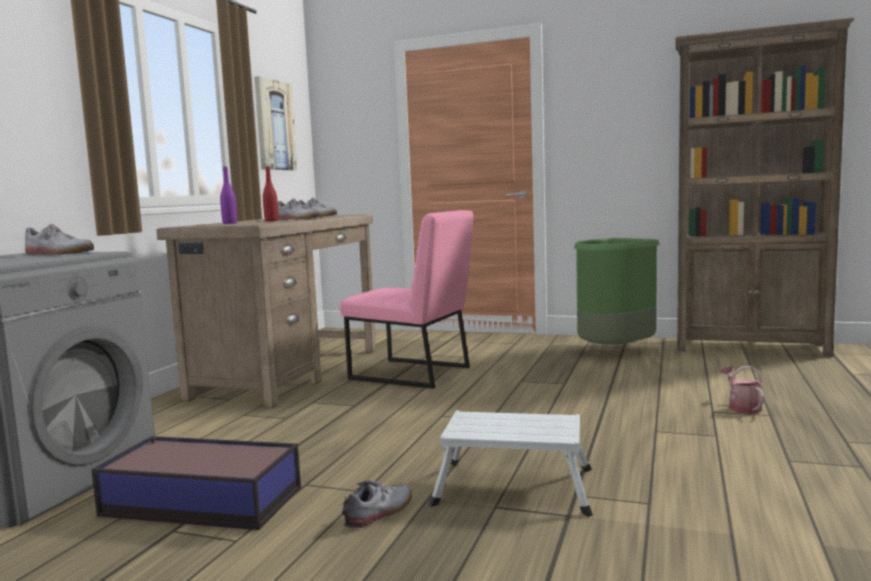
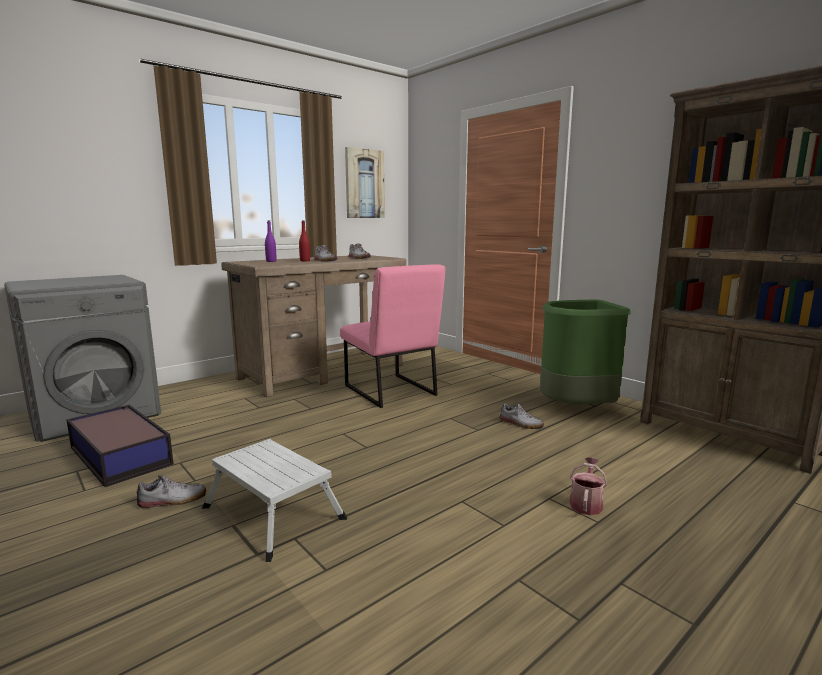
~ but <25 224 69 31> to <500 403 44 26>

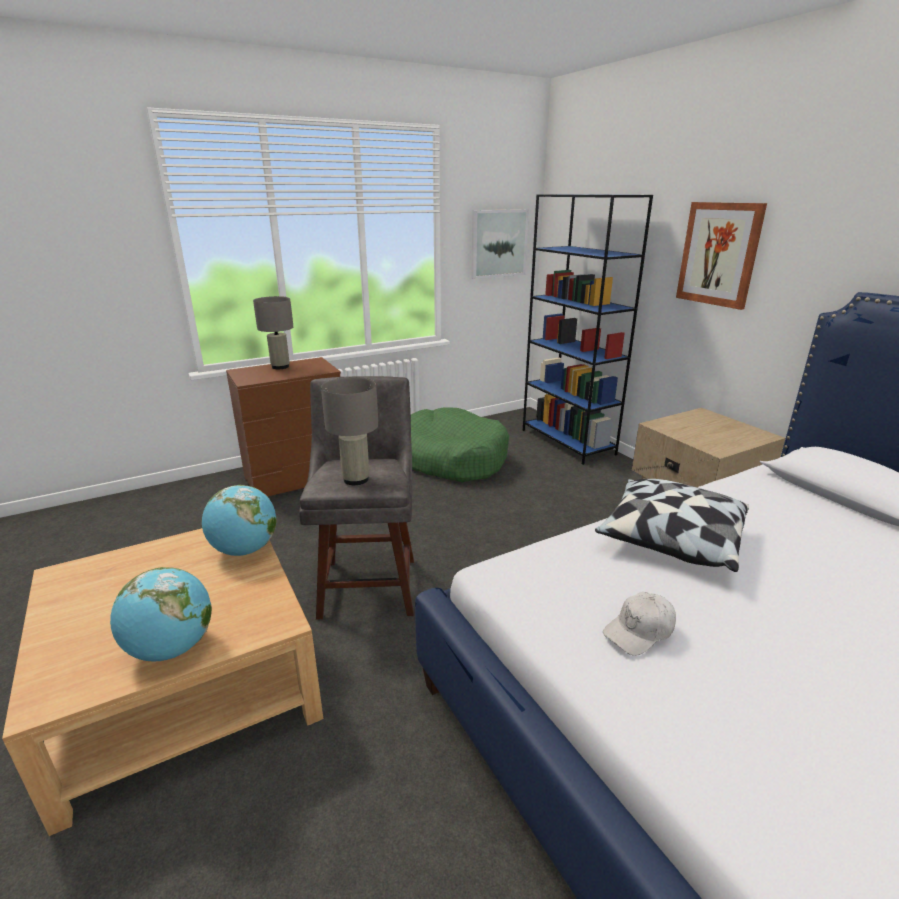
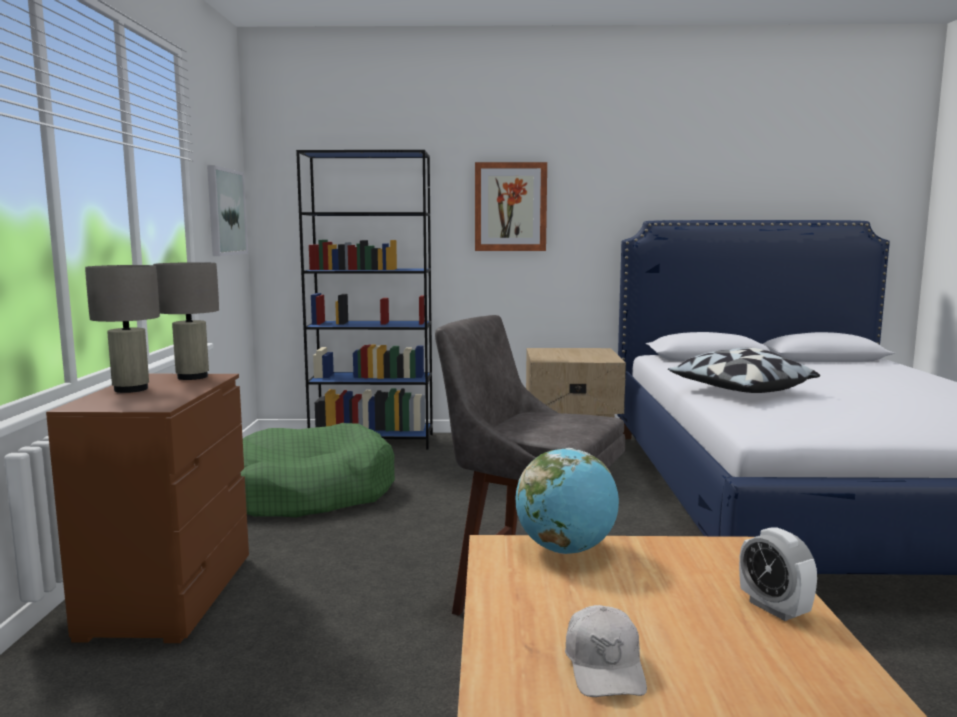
~ lampa stołowa/szary <321 377 57 108> to <153 262 66 118>
~ czapka z daszkiem/biały <603 592 73 64> to <565 605 82 92>
~ globus <110 567 102 94> to budzik <739 527 78 94>

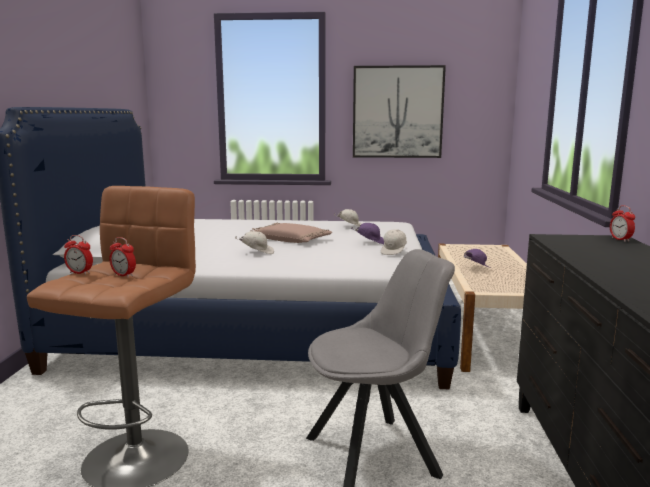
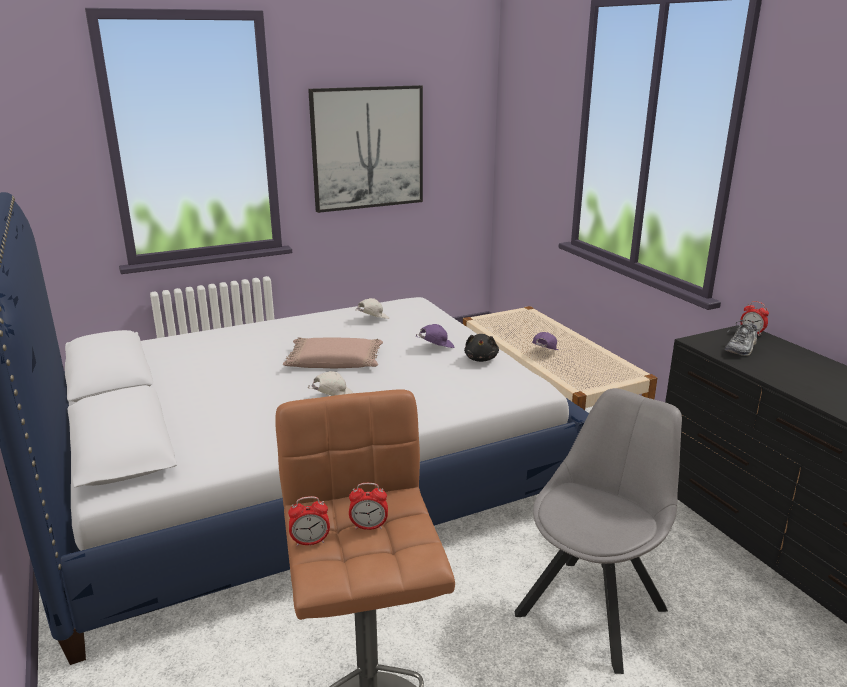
+ but <725 320 35 36>
~ czapka z daszkiem/biały <381 229 26 26> to pluszak/czarny <464 334 35 28>

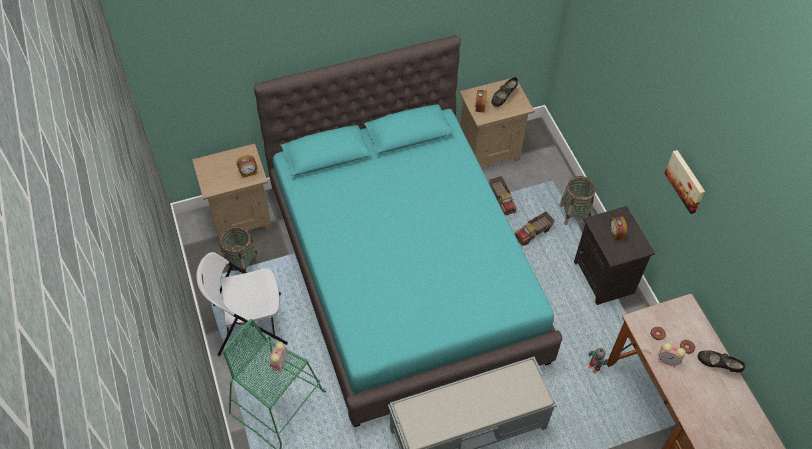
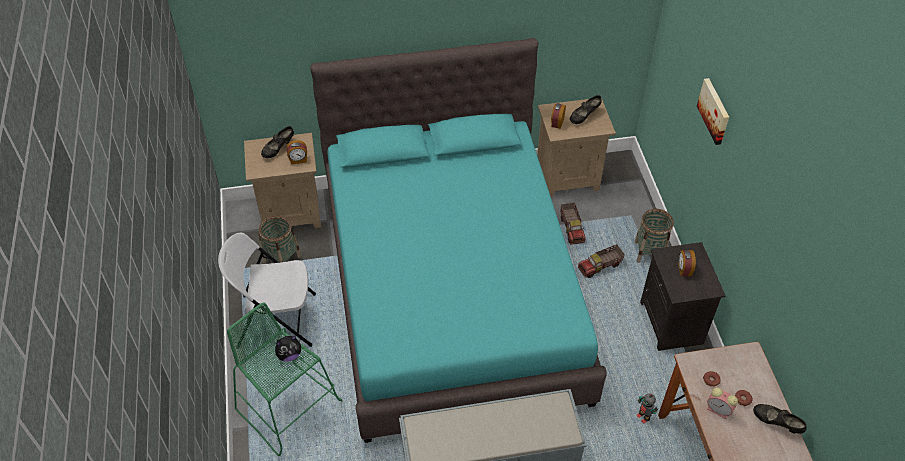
+ but/czarny <261 126 33 32>
~ obraz <664 150 41 64> to <697 78 32 67>
~ budzik <270 342 17 30> to pluszak <275 336 26 26>

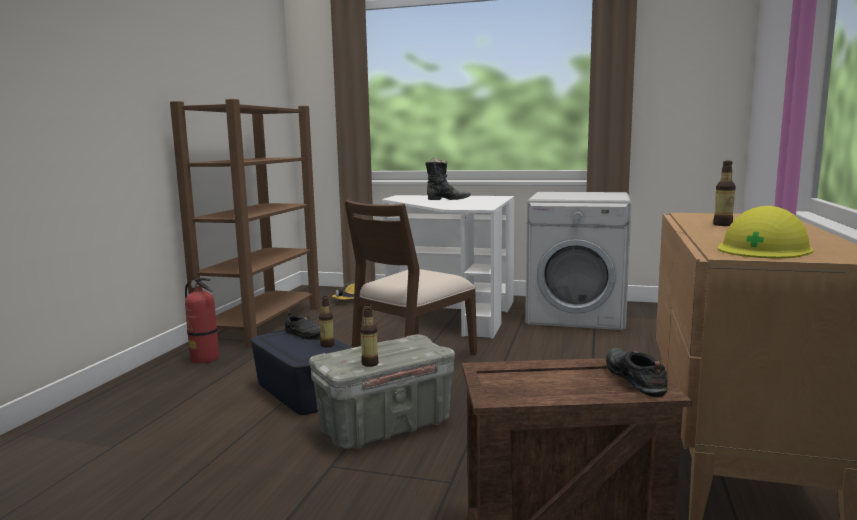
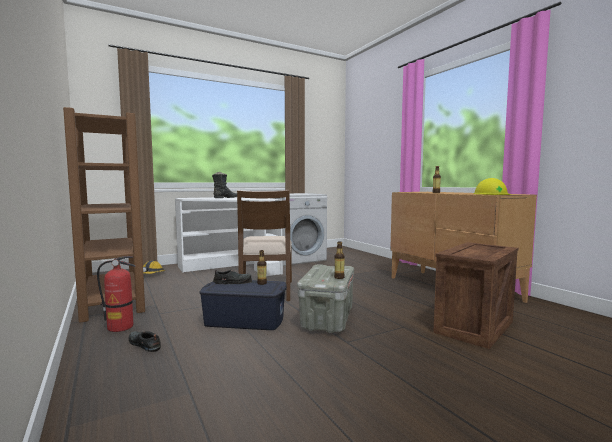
~ but/czarny <606 348 62 49> to <128 331 33 21>

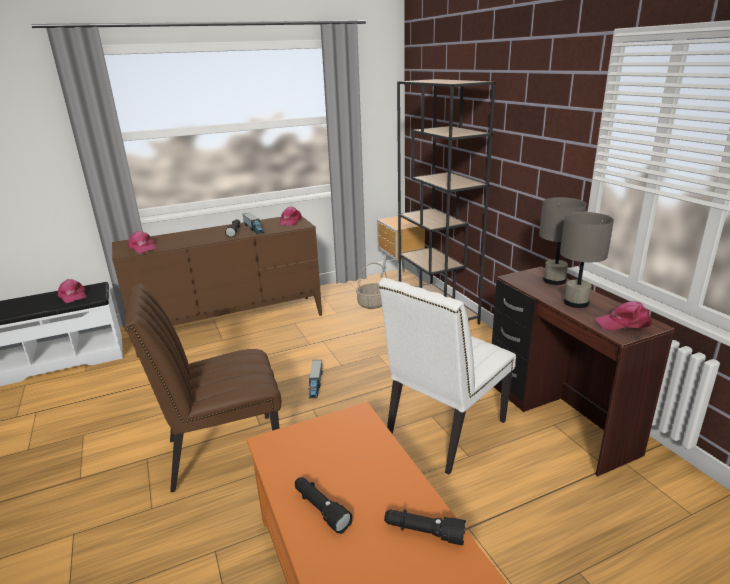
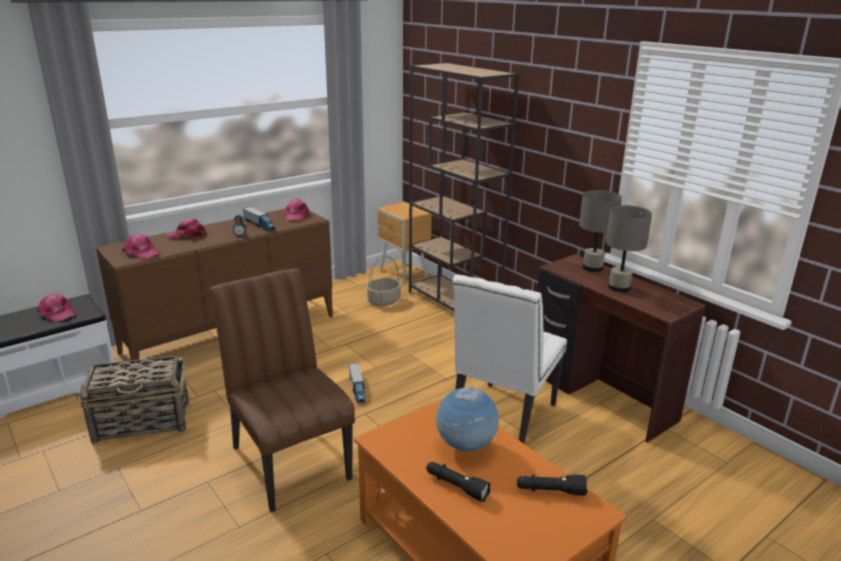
+ koszyk <78 355 111 89>
+ globus <436 386 63 65>
~ czapka z daszkiem/różowy <595 302 57 29> to <166 219 41 20>
~ krzesło/brązowy <125 283 157 209> = <209 269 146 243> 90 degrees clockwise

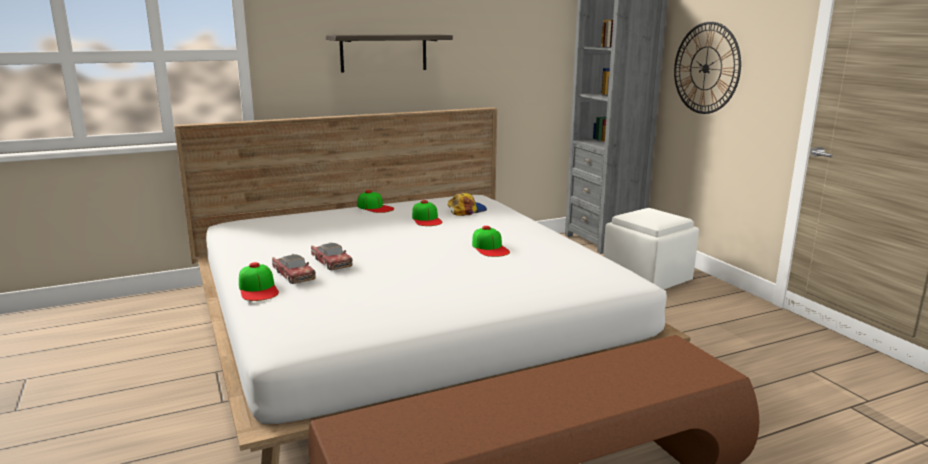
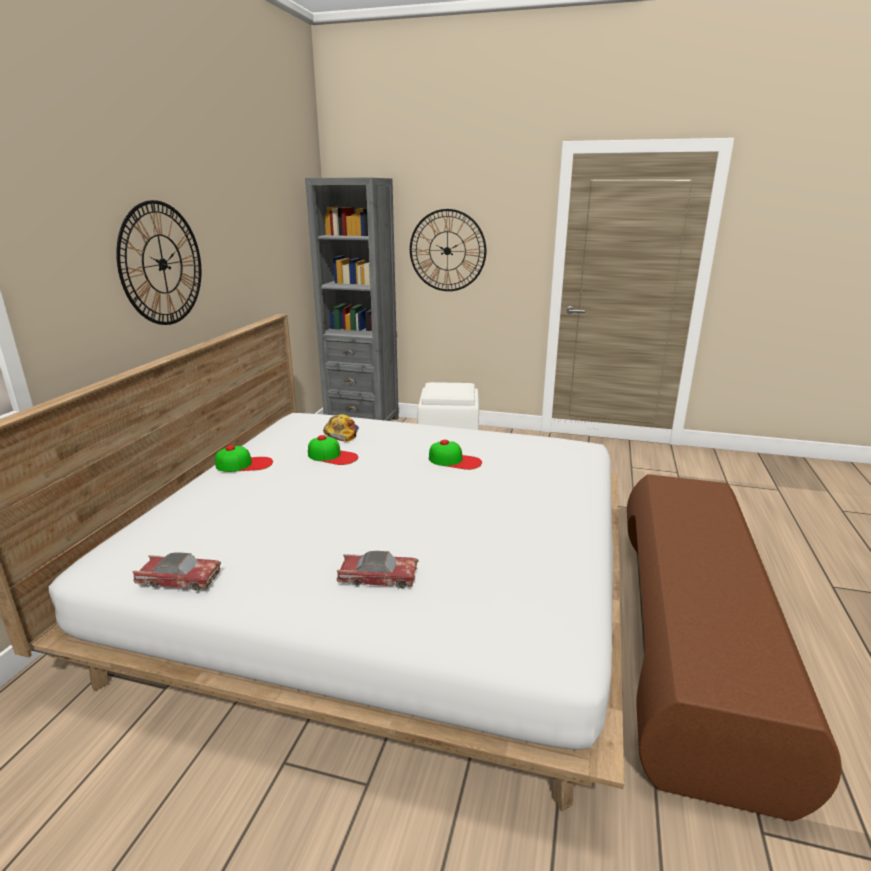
- czapka z daszkiem <239 262 40 39>
~ samochodzik <311 242 42 28> to <132 552 89 39>
~ półka <326 34 127 38> to zegar ścienny <116 200 85 125>

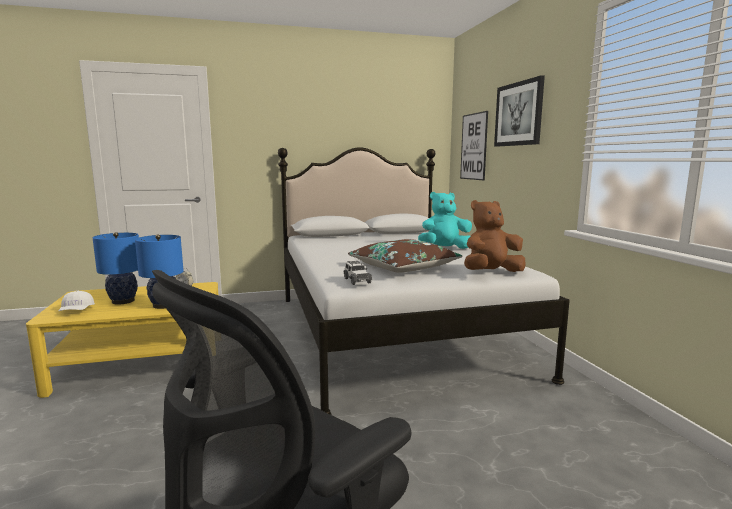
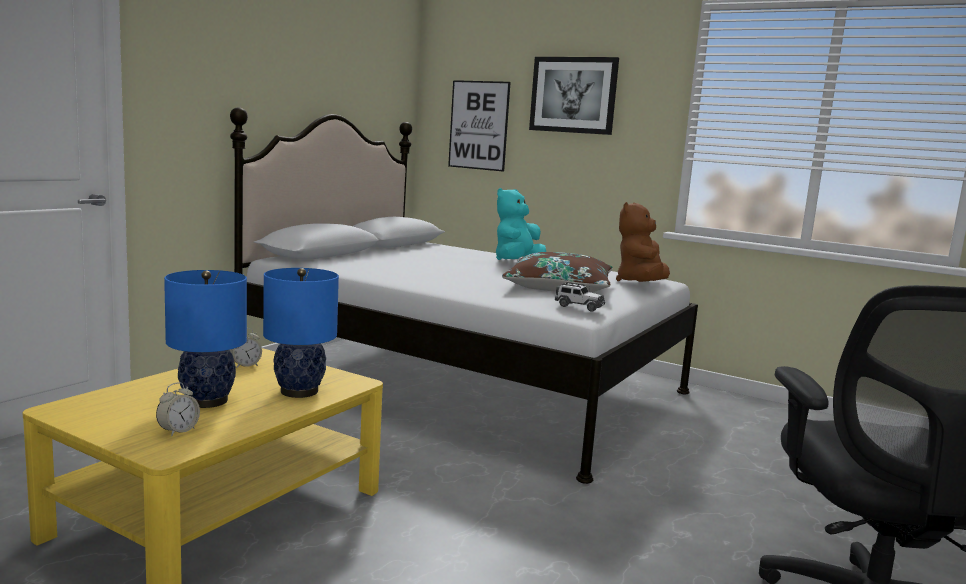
~ czapka z daszkiem/biały <58 291 37 20> to budzik <156 383 44 53>

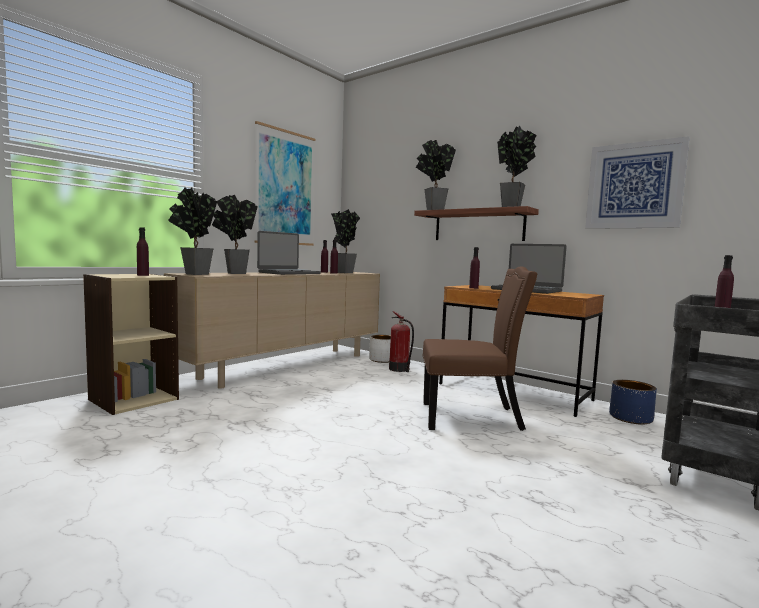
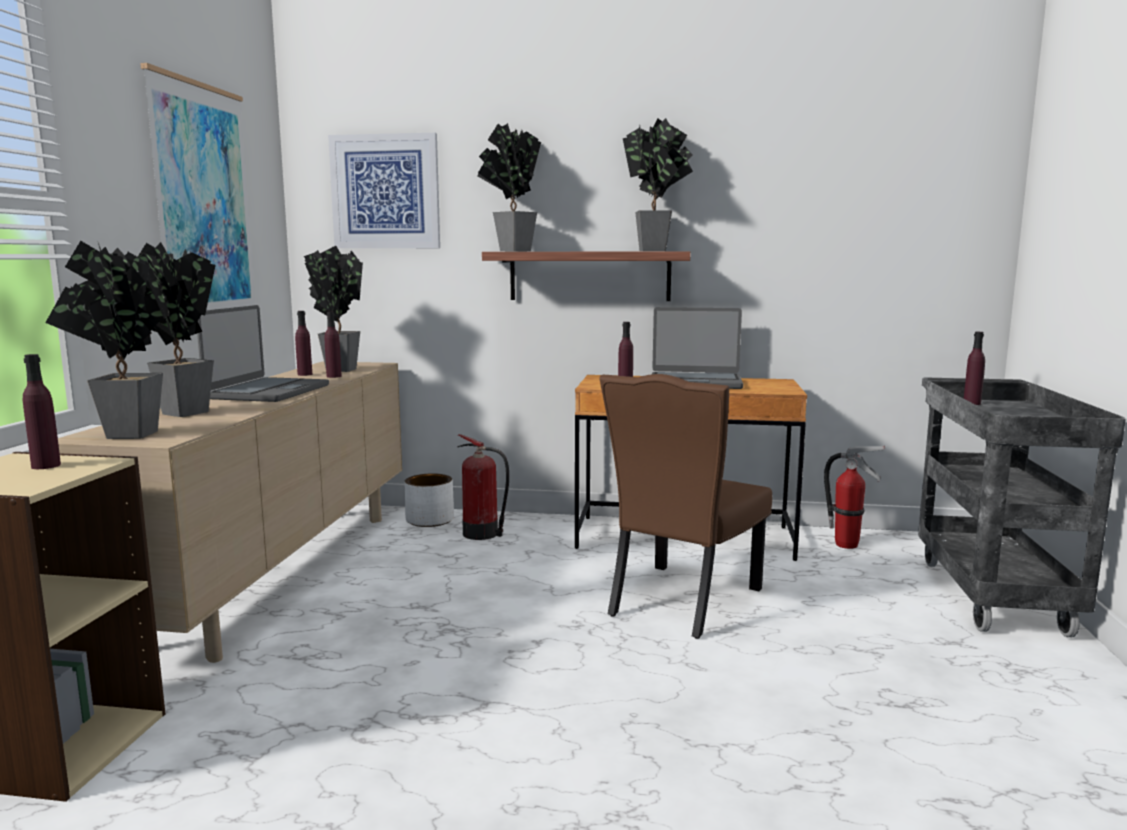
~ obraz <585 136 105 93> to <328 133 112 115>
~ donica/niebieski <609 380 48 45> to gaśnica <824 446 61 103>
~ krzesło/brązowy <422 266 115 165> = <599 374 173 265> 150 degrees clockwise

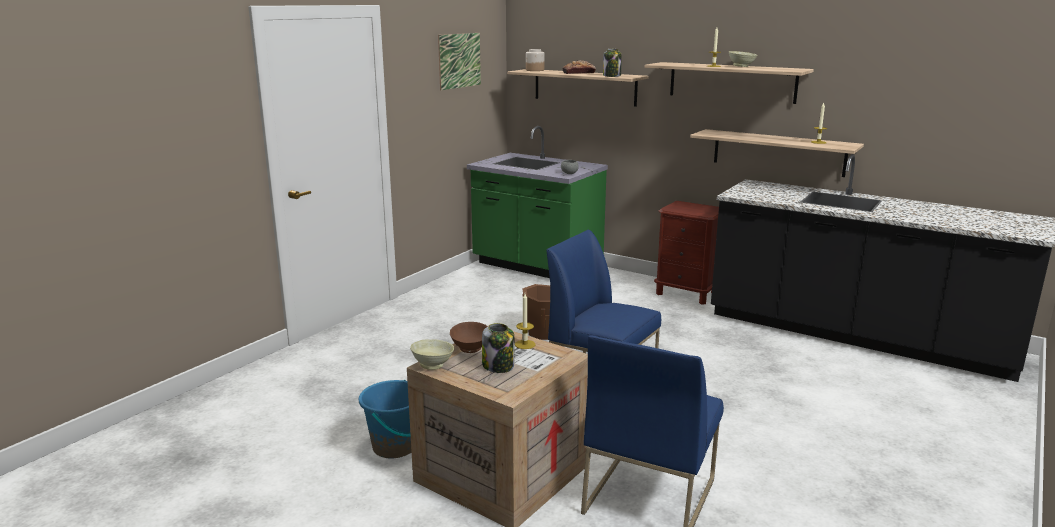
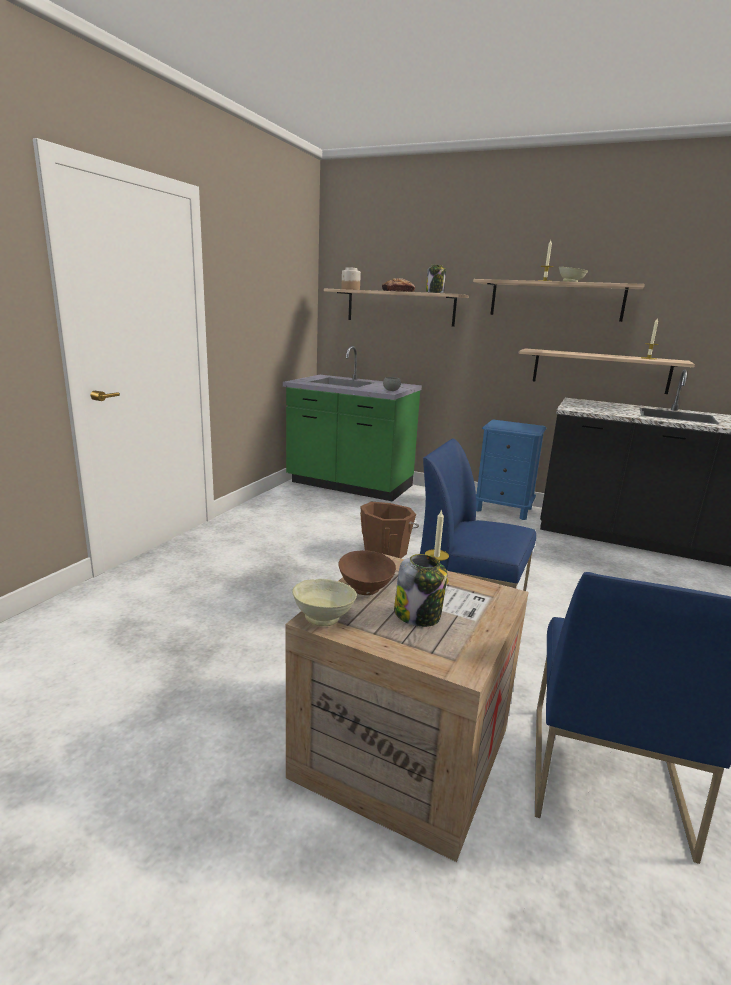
- wiadro/niebieski <359 380 53 78>
- obraz <438 33 43 57>
~ szafka nocna/brązowy <654 201 65 104> to szafka nocna/niebieski <476 419 70 101>

